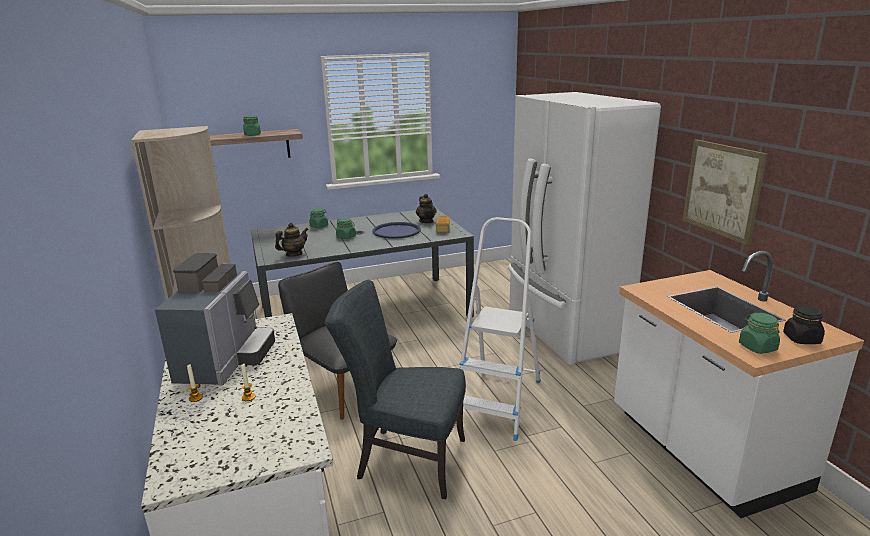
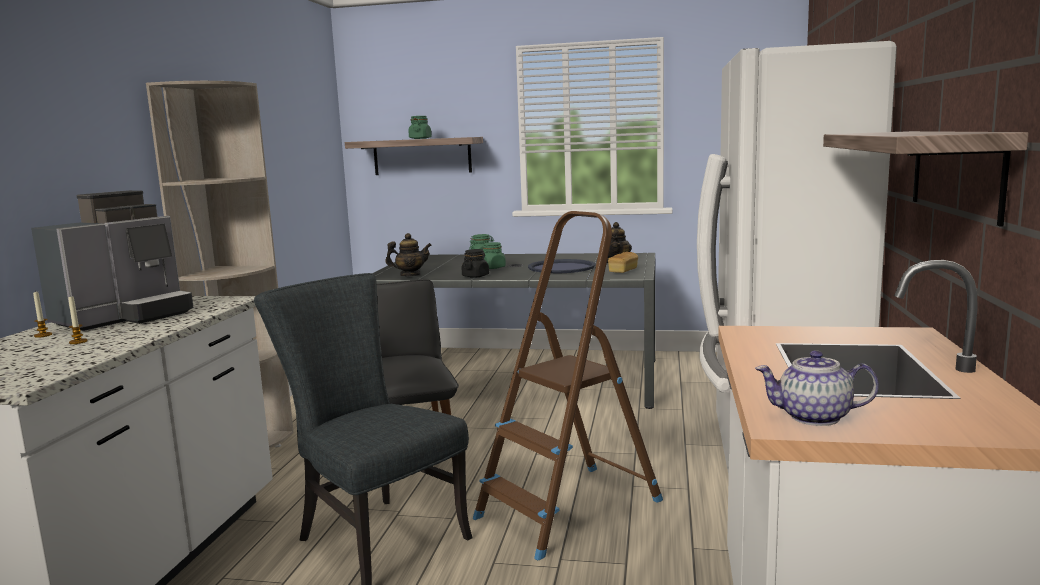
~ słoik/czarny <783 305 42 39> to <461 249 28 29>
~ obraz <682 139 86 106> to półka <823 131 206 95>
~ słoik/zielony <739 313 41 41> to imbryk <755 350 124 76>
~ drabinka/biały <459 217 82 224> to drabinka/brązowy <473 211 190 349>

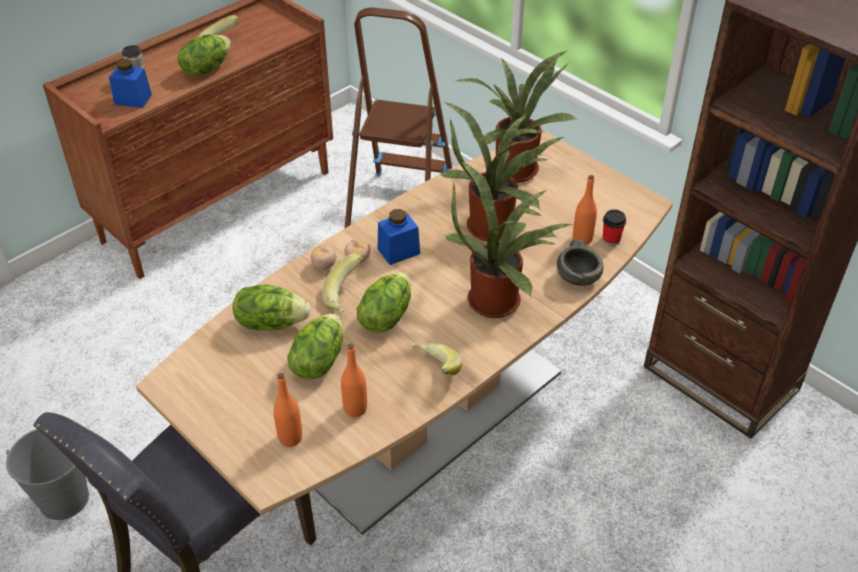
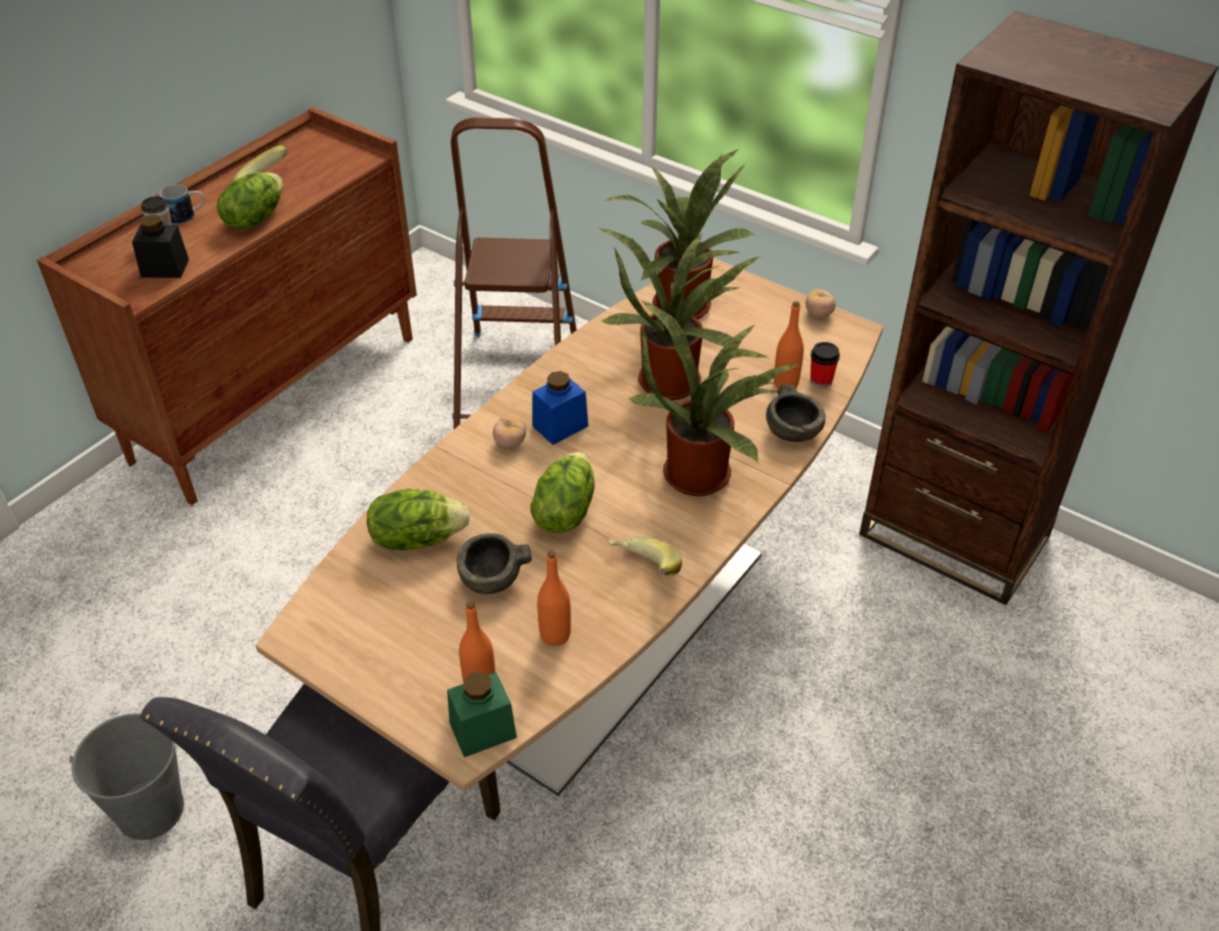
- banan <322 253 41 61>
+ kubek <159 184 46 40>
+ słoik/zielony <447 672 70 86>
~ pomidor <311 244 26 26> to <806 289 30 29>
~ sałata <287 313 56 66> to miska/szary <457 533 75 61>
~ słoik/niebieski <109 59 43 49> to słoik/czarny <132 214 57 64>

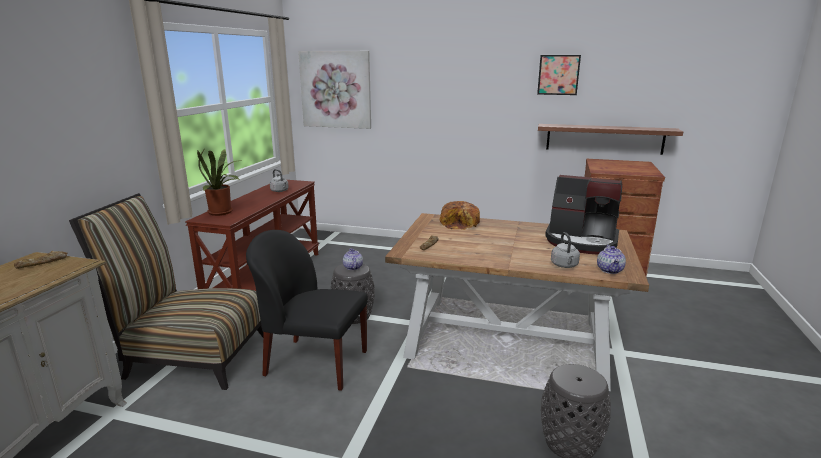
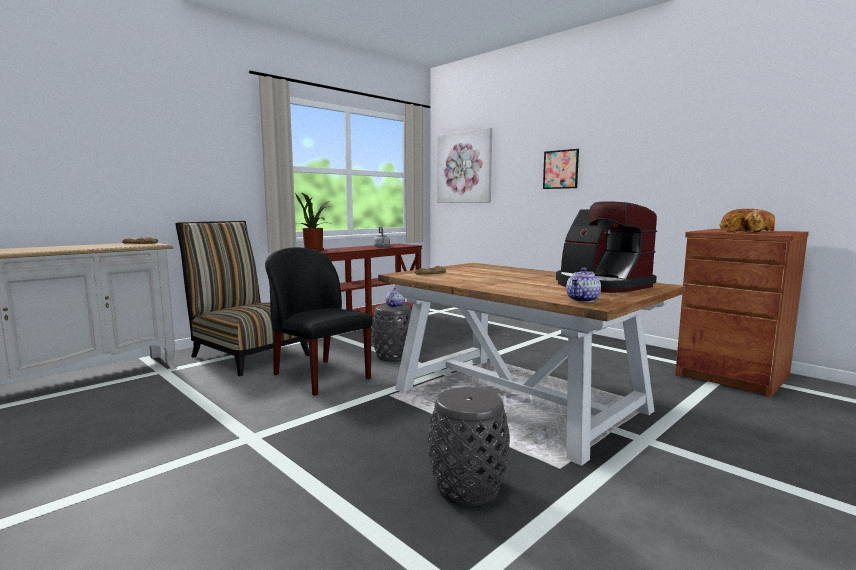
- półka <538 124 145 31>
- czajnik/szary <551 232 29 36>
~ chleb <439 201 41 29> to <719 209 56 24>
~ obraz <537 55 44 40> to <543 149 36 40>

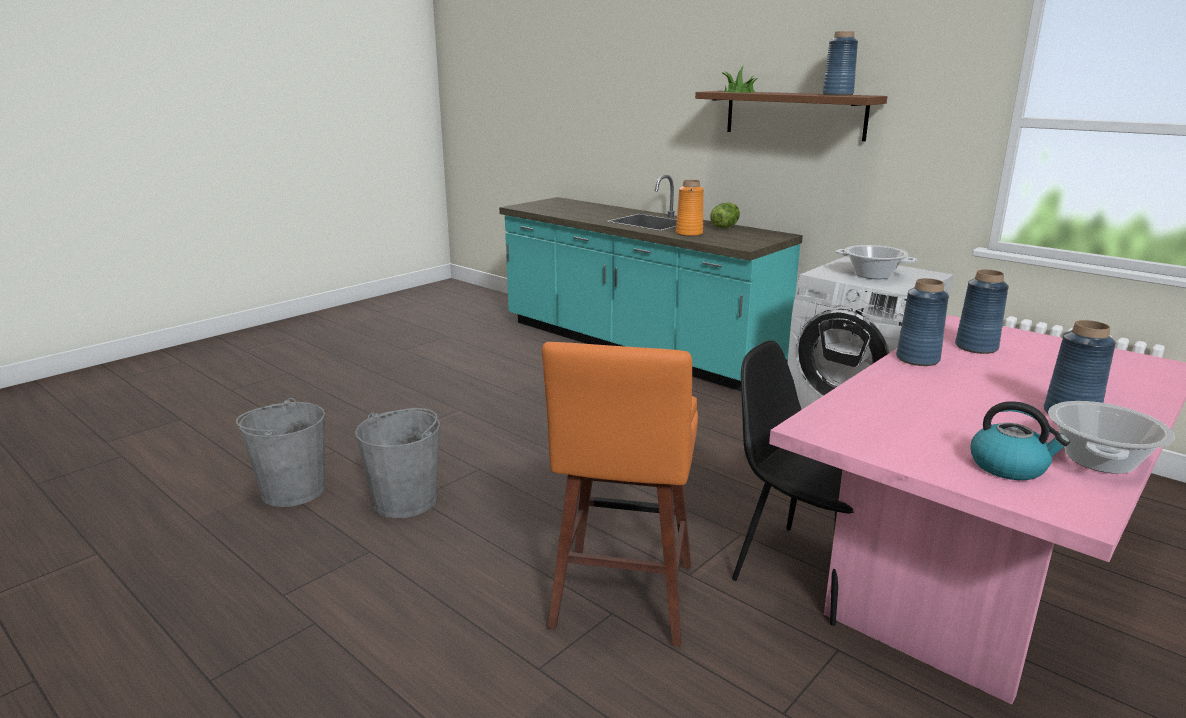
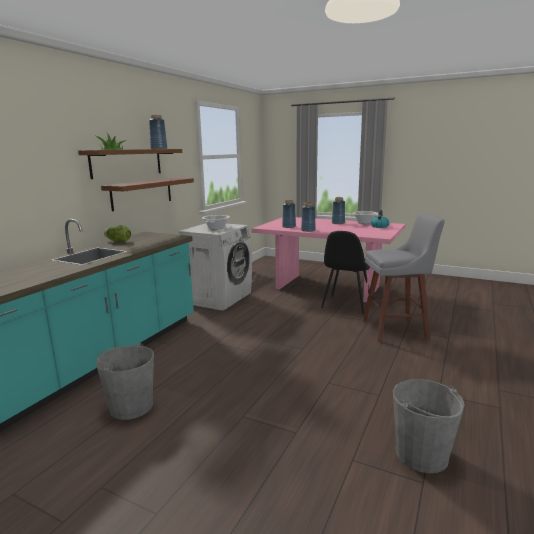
- wazon/pomarańczowy <676 180 28 56>
+ półka/brązowy <101 178 93 33>
~ wiadro/szary <355 408 85 110> to <96 343 58 77>
~ stołek/pomarańczowy <542 342 156 304> to stołek/szary <363 212 82 130>

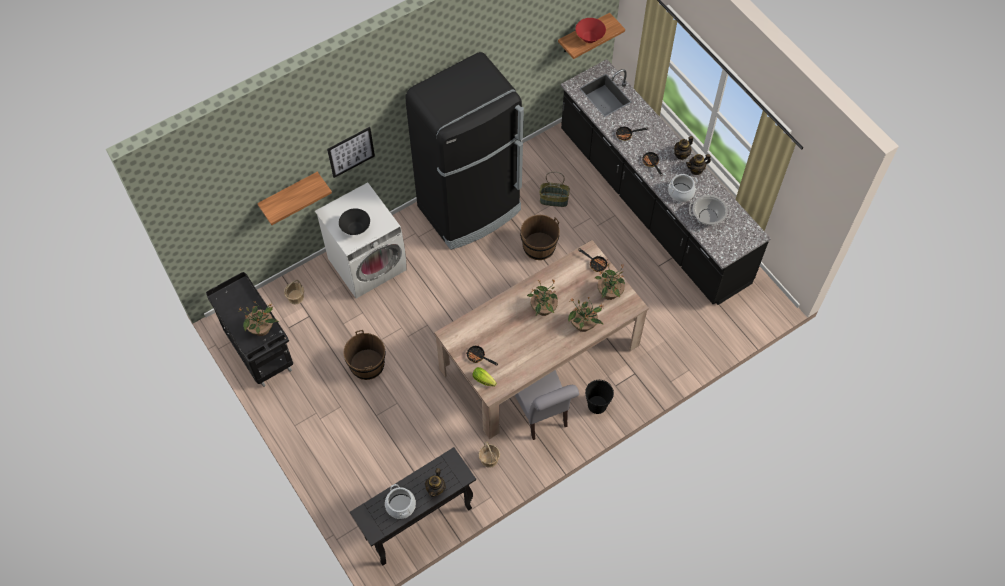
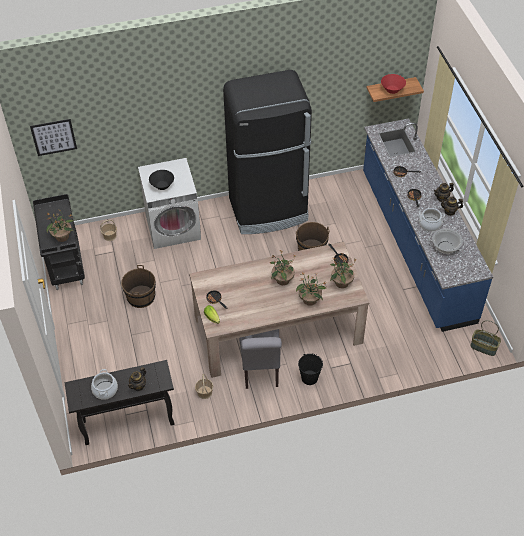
- półka <257 172 75 53>
~ obraz <327 127 48 51> to <30 119 47 37>
~ koszyk <540 172 30 35> to <470 320 31 36>
~ zabudowa kuchenna/czarny <561 59 210 246> to zabudowa kuchenna/niebieski <363 119 130 213>

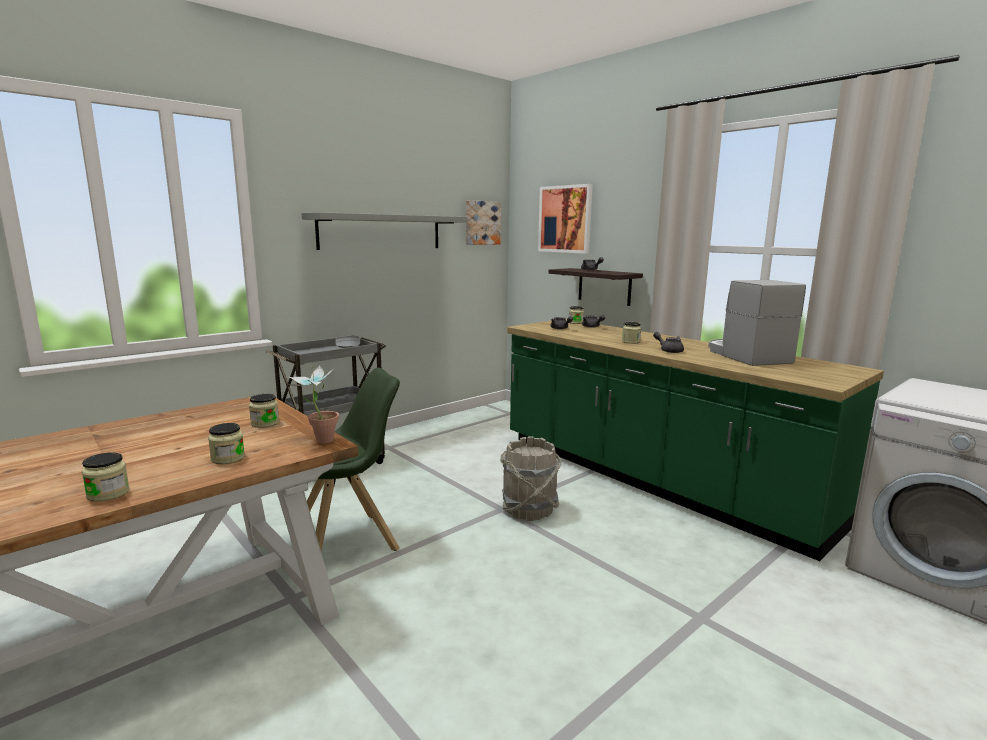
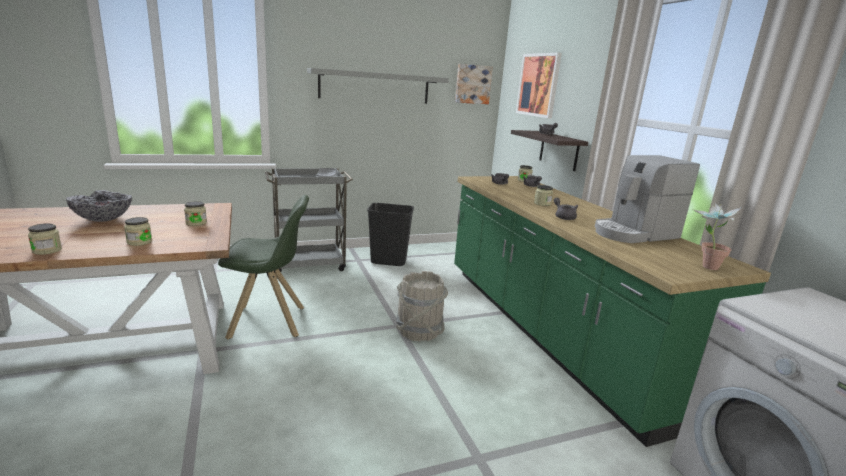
+ miska <66 190 66 32>
+ kosz na śmieci/czarny <367 203 47 63>
~ roślina doniczkowa <286 365 53 78> to <694 203 48 67>
~ ekspres do kawy <708 280 98 86> = <595 155 105 88> 120 degrees counterclockwise

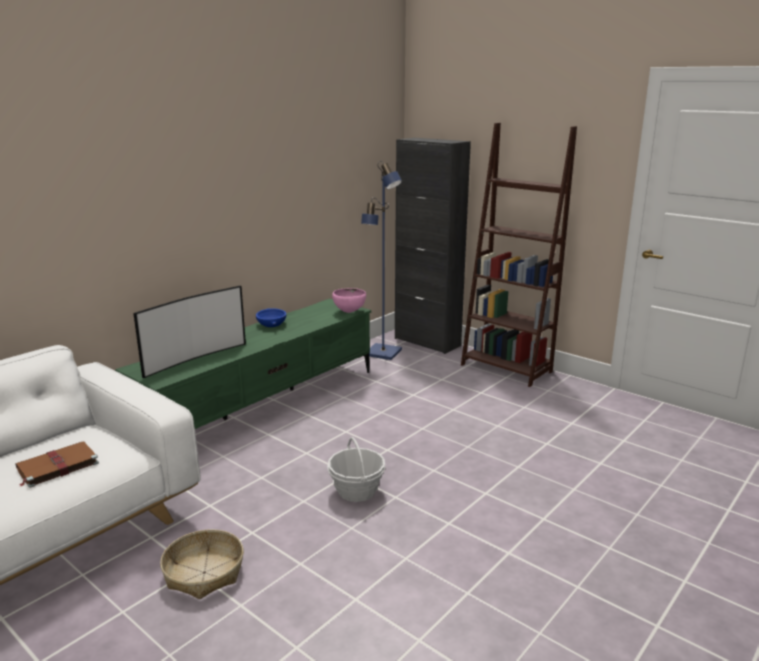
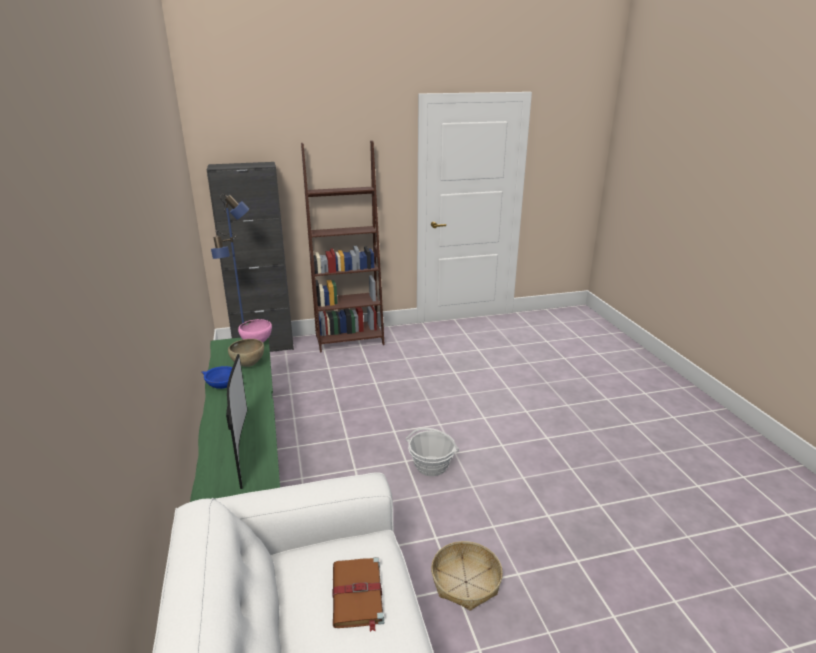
+ miska/brązowy <228 339 36 28>

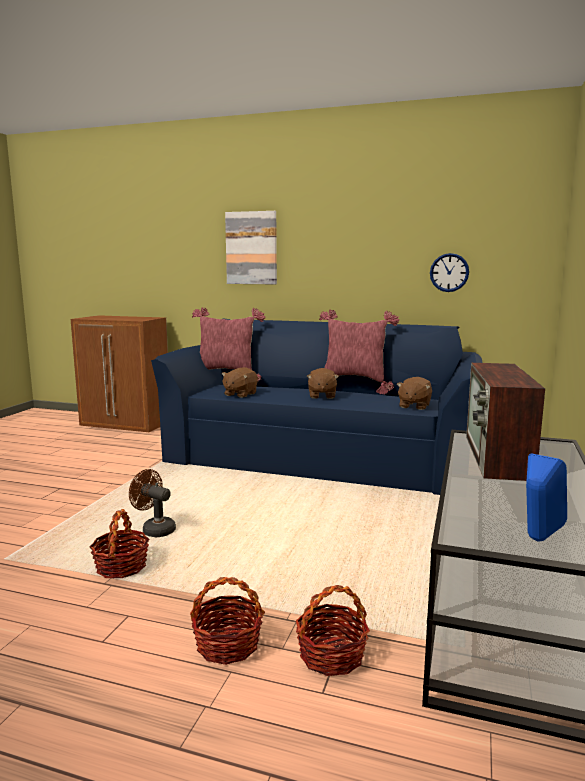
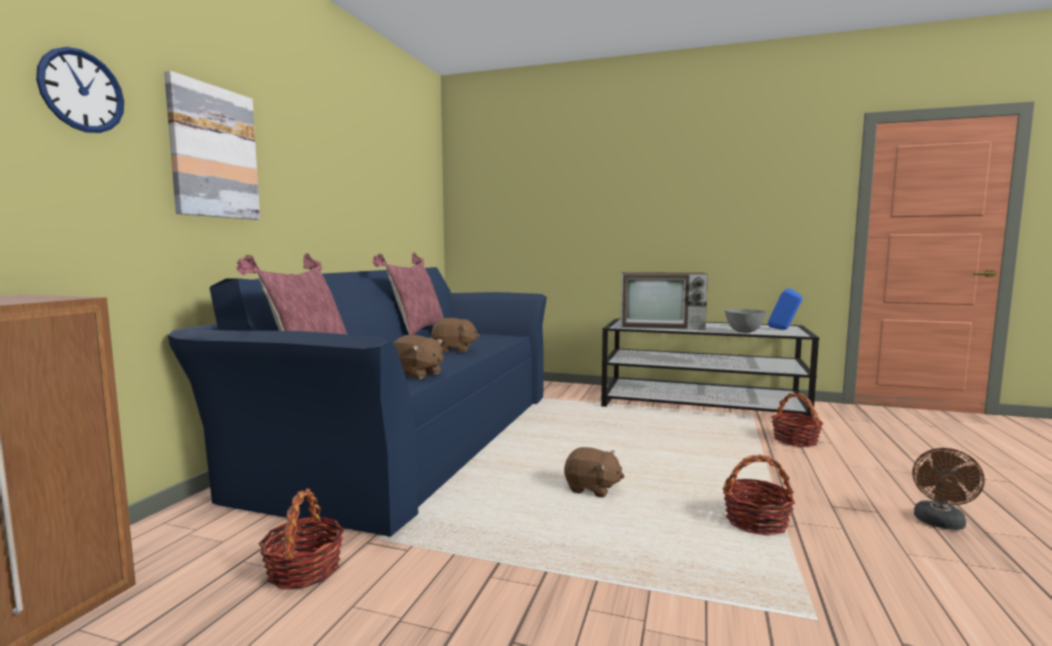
+ miska/szary <725 309 41 24>
~ wentylator/brązowy <129 469 47 68> to <912 448 73 82>
~ koszyk <190 577 75 88> to <258 489 86 100>
~ pluszak/brązowy <397 377 35 33> to <564 447 61 50>
~ zegar ścienny <430 253 39 39> to <36 47 88 86>

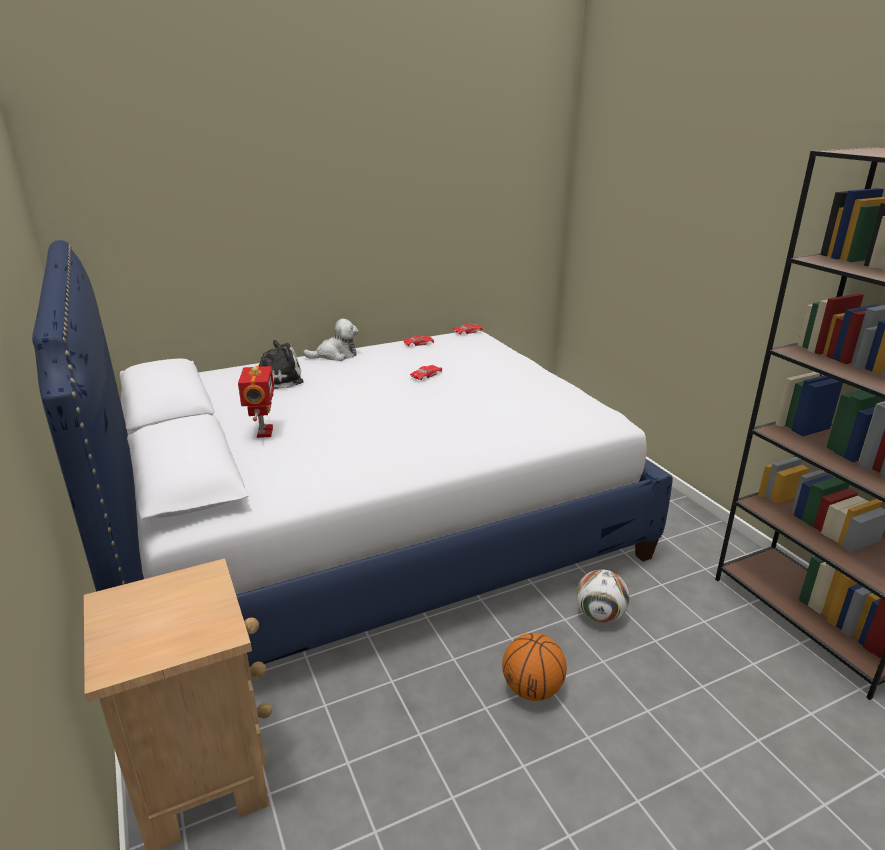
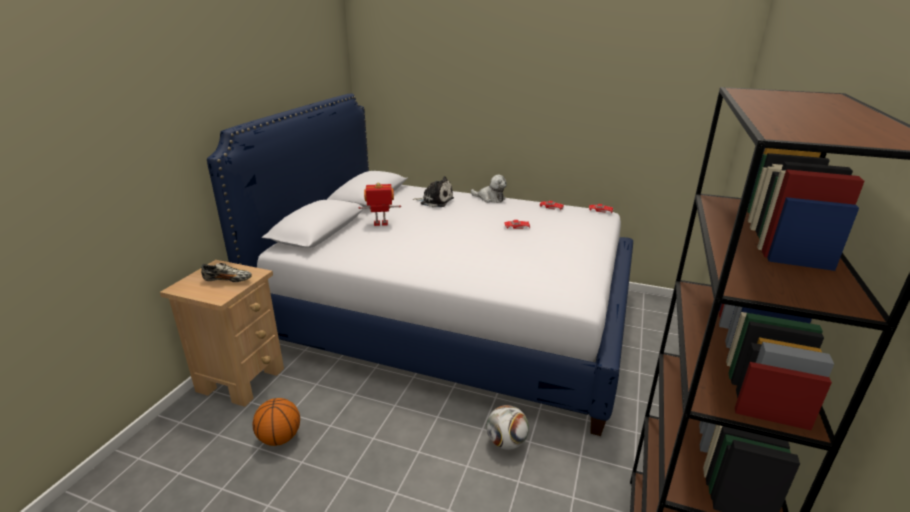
+ but <201 263 51 19>
~ piłka do koszykówki <502 633 65 68> to <252 398 48 48>
~ robot zabawkowy <238 366 36 72> = <358 183 43 43> 135 degrees counterclockwise

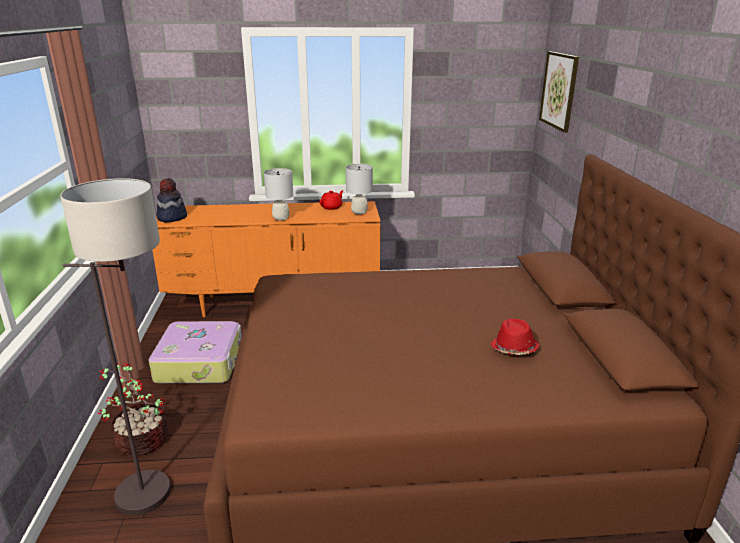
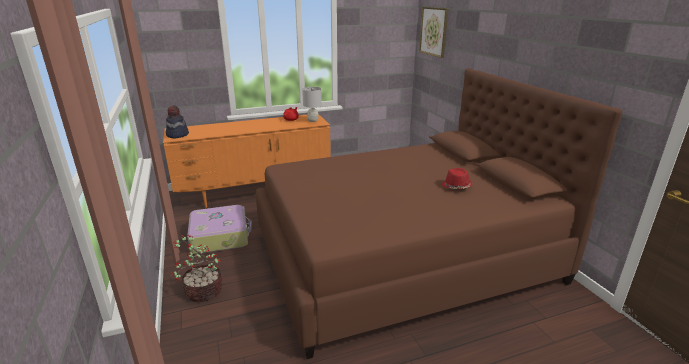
- lampa stojąca/szary <60 178 111 337>
- lampa stołowa/szary <264 168 29 53>

